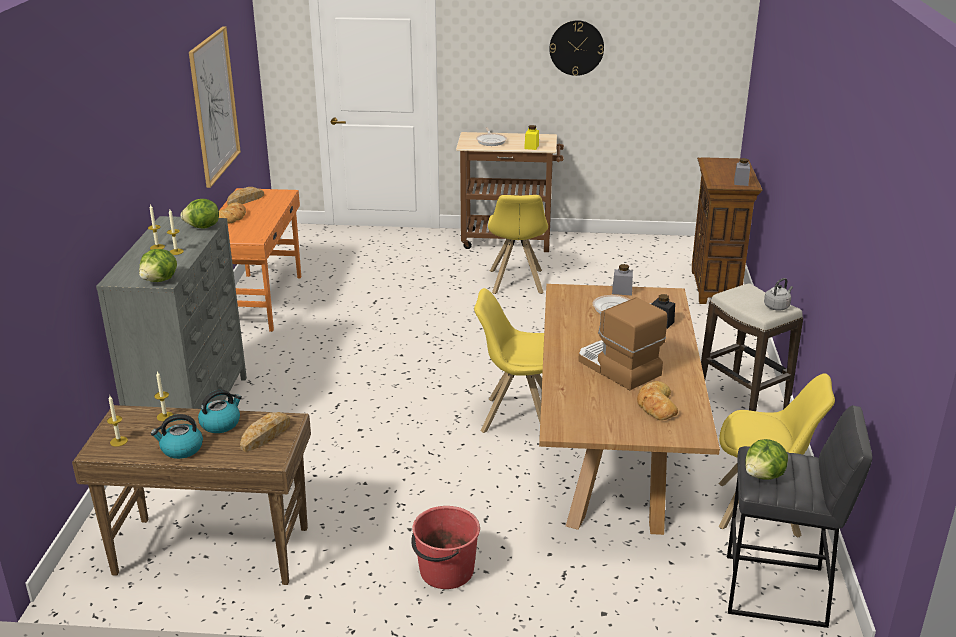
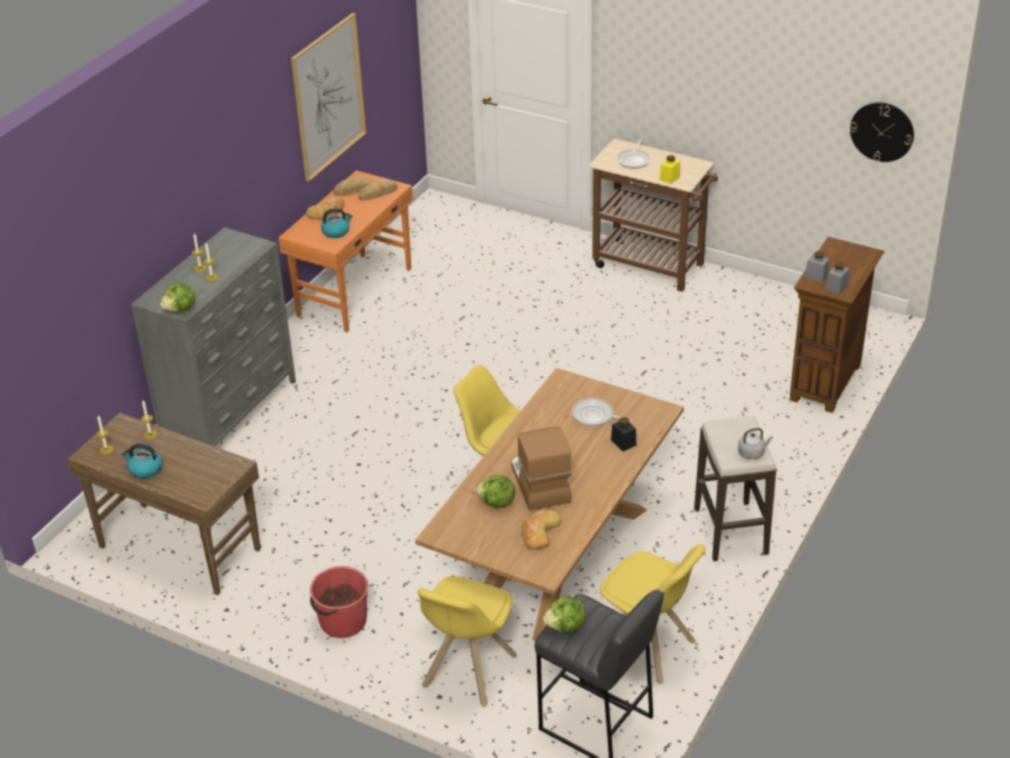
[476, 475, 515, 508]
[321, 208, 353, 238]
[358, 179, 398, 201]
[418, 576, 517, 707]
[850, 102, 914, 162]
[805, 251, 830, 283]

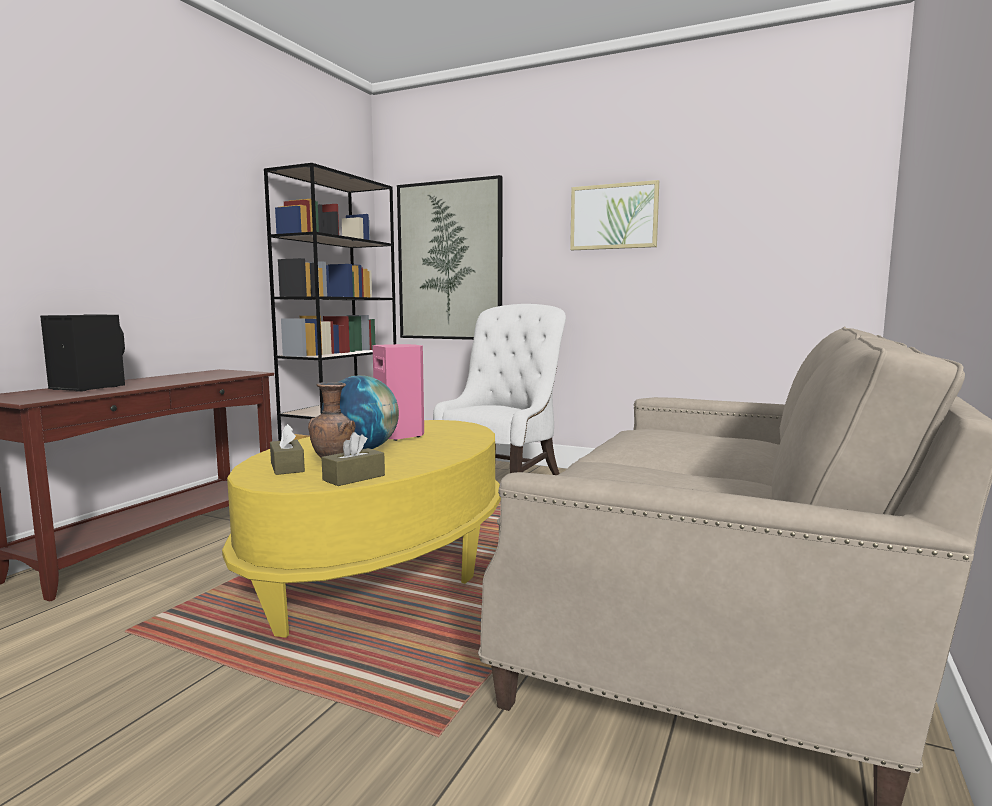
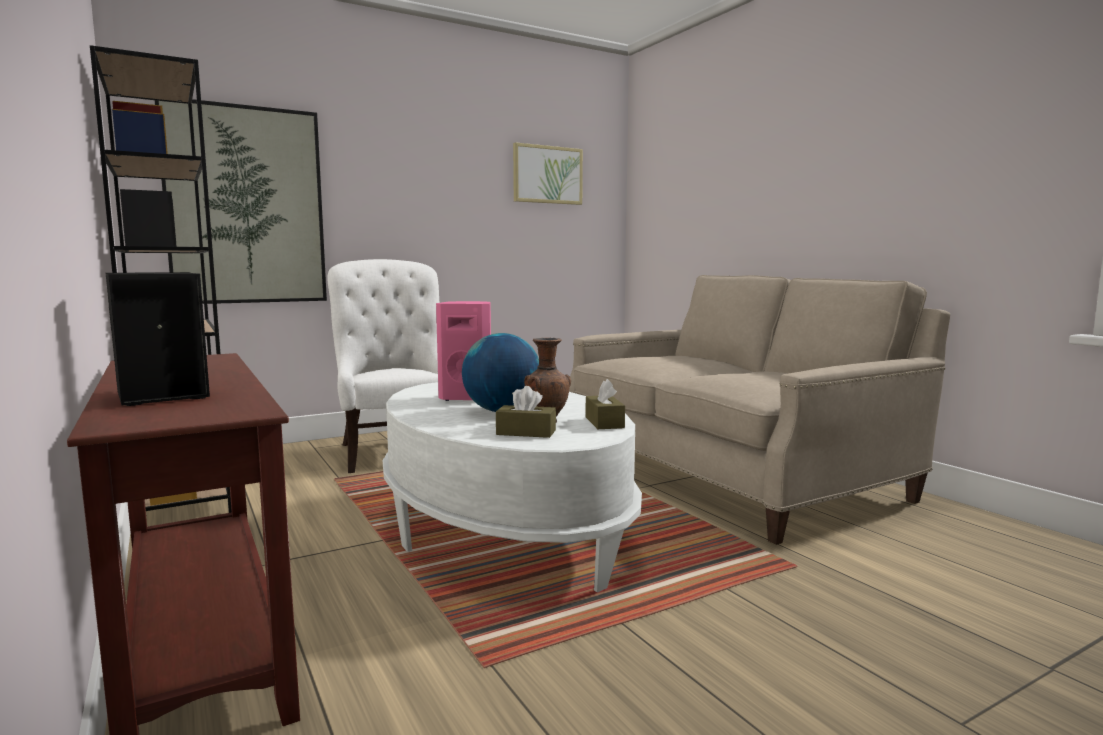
[513, 142, 583, 205]
[383, 382, 642, 592]

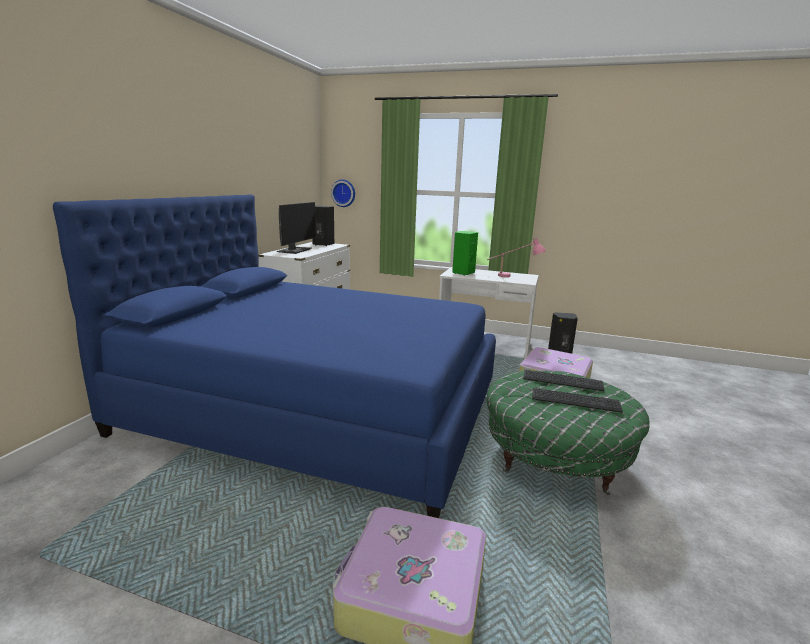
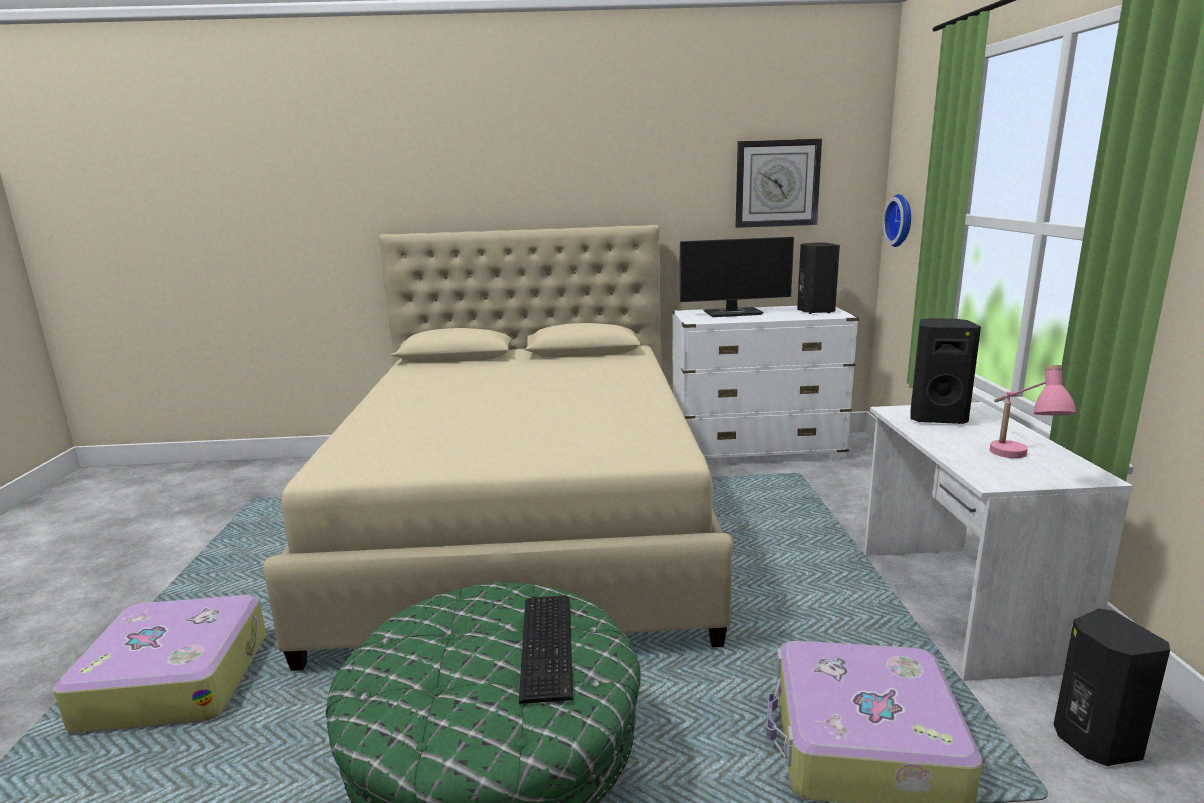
[533, 388, 623, 413] (first image)
[736, 139, 822, 228]
[263, 225, 734, 671]
[911, 318, 981, 424]

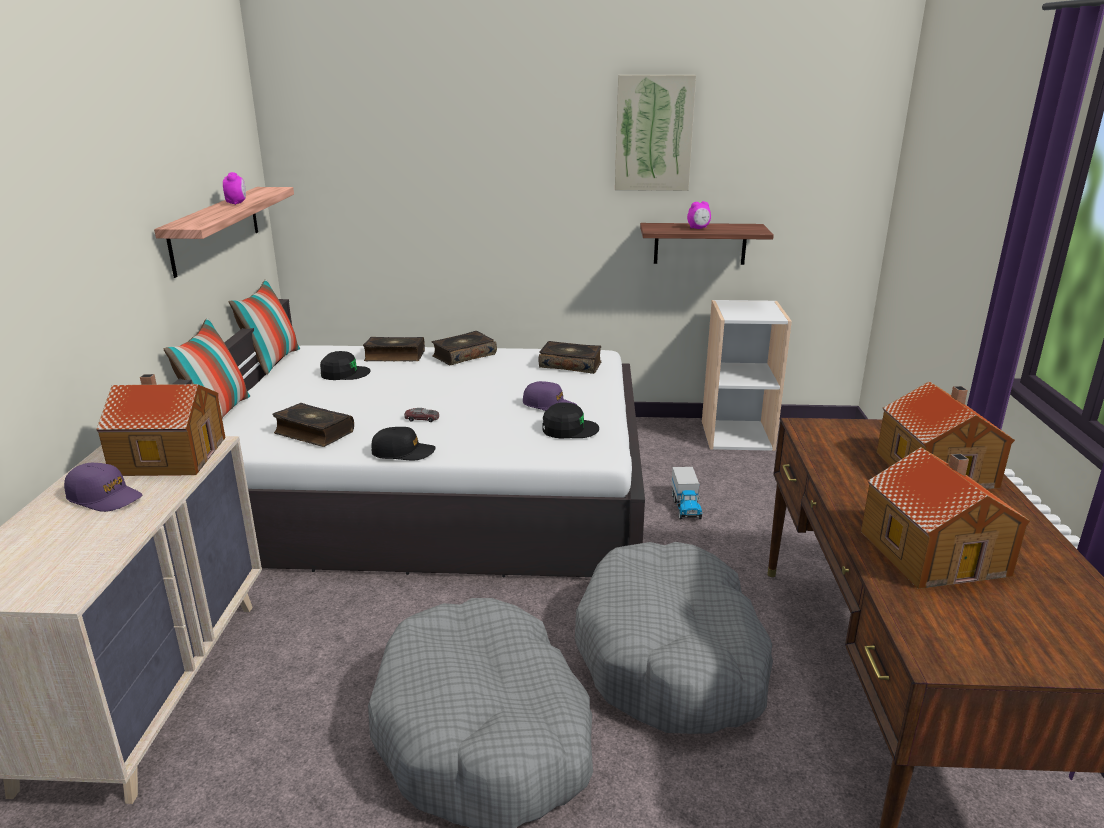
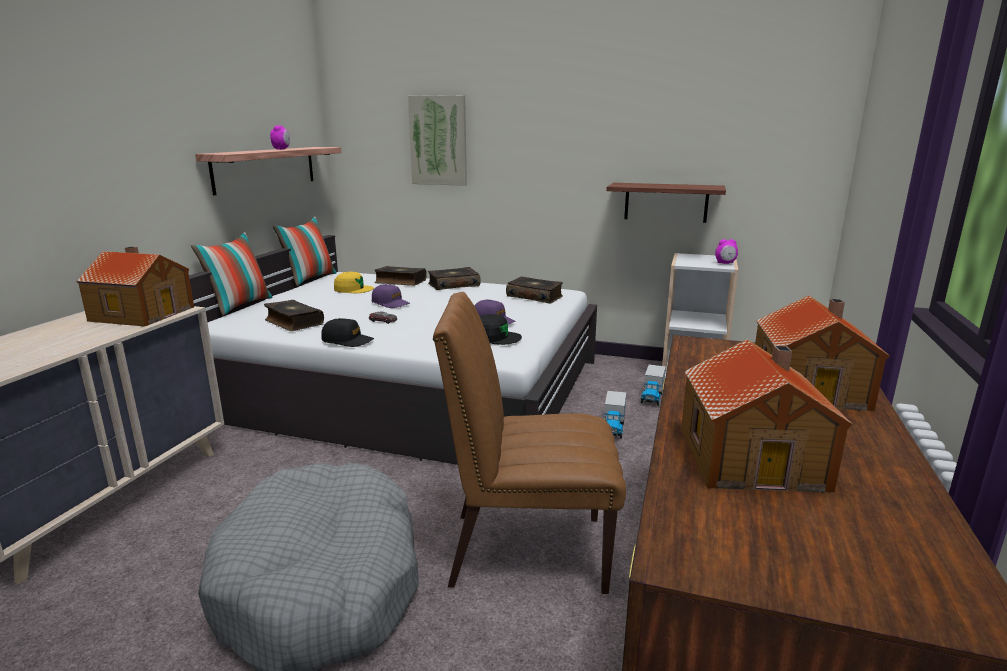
[641, 365, 666, 406]
[372, 284, 410, 308]
[408, 95, 467, 186]
[715, 239, 738, 264]
[433, 292, 626, 594]
[334, 272, 374, 293]

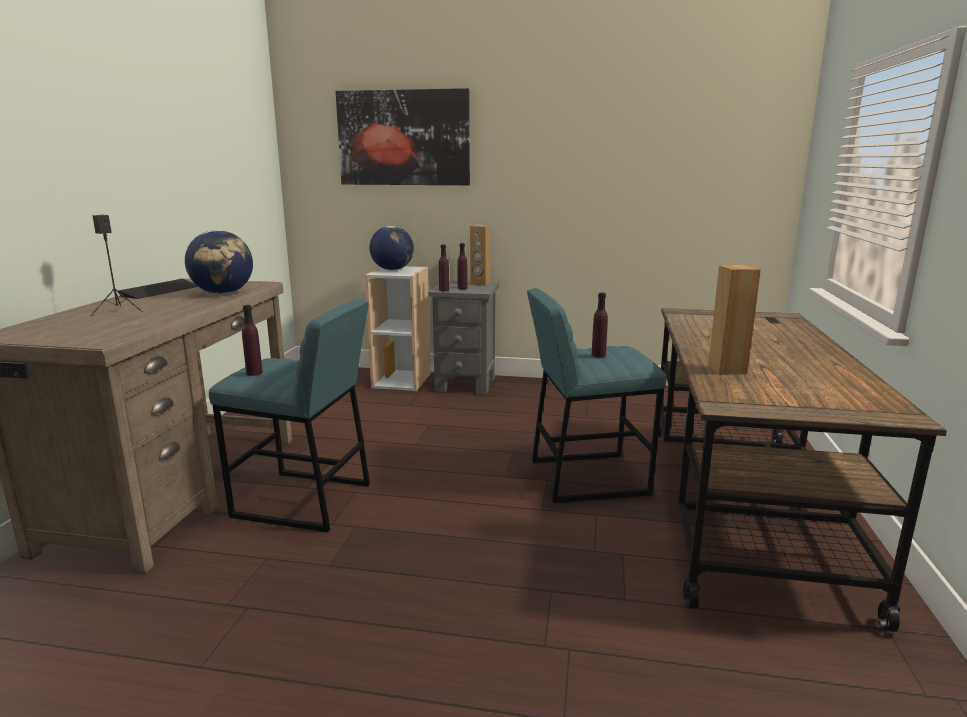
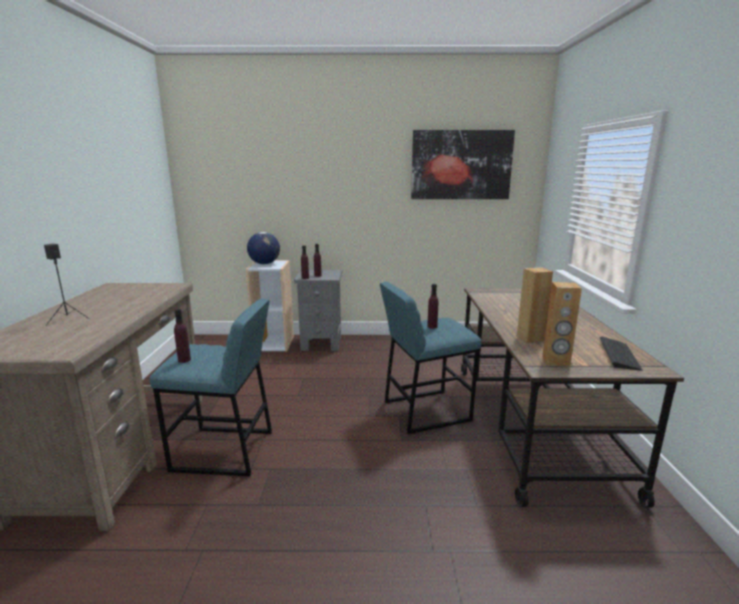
[185, 230, 253, 294] (first image)
[600, 337, 643, 371]
[411, 130, 515, 199]
[542, 282, 582, 367]

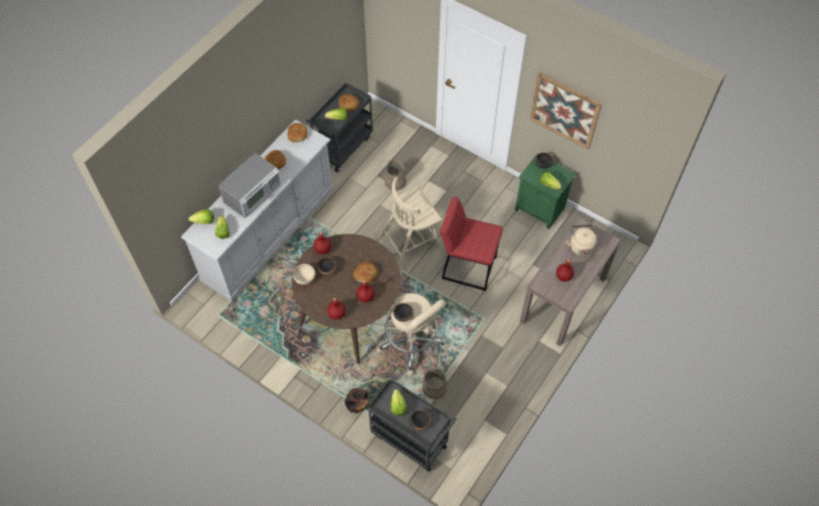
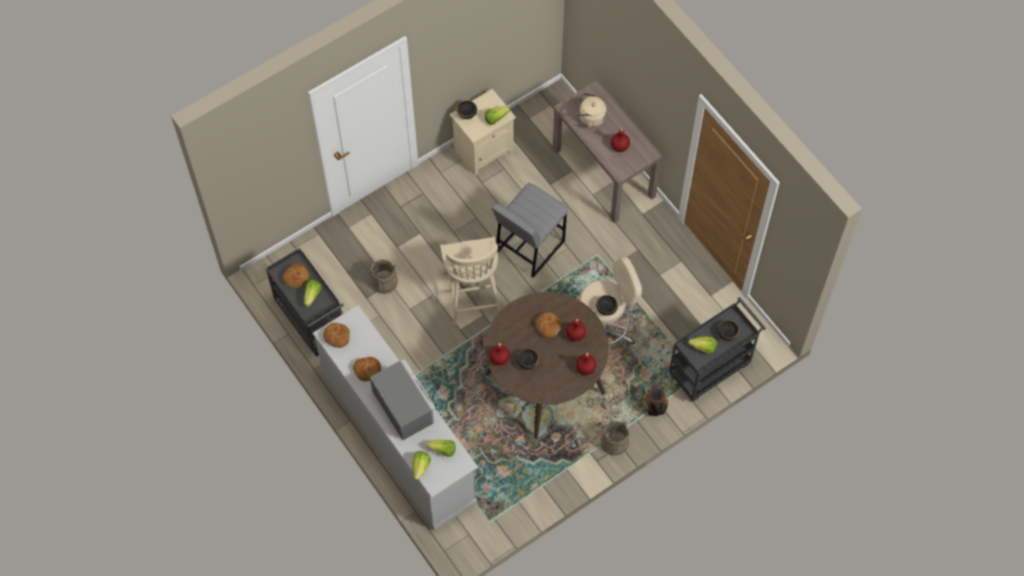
[293, 264, 315, 285] (first image)
[530, 72, 602, 150] (first image)
[601, 421, 629, 456]
[491, 183, 568, 278]
[450, 89, 516, 175]

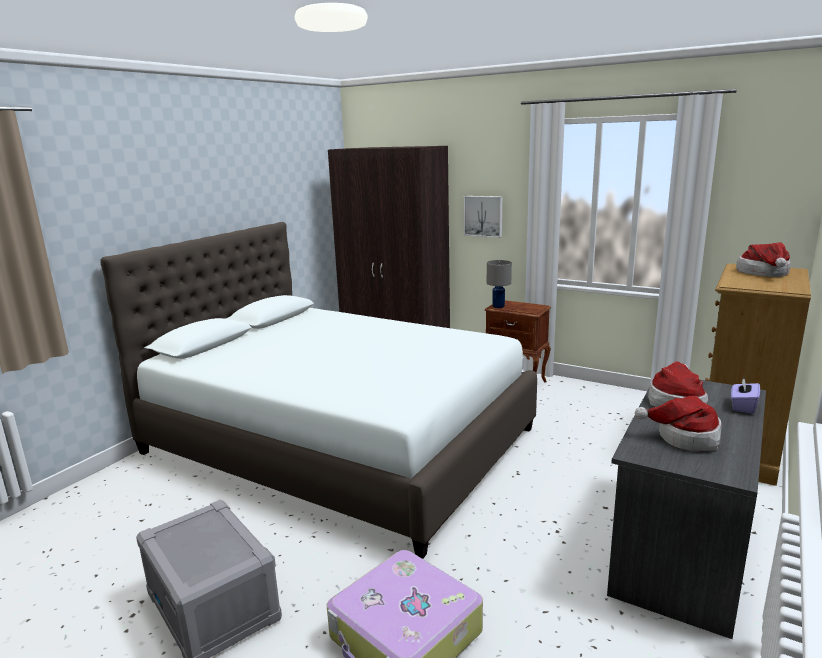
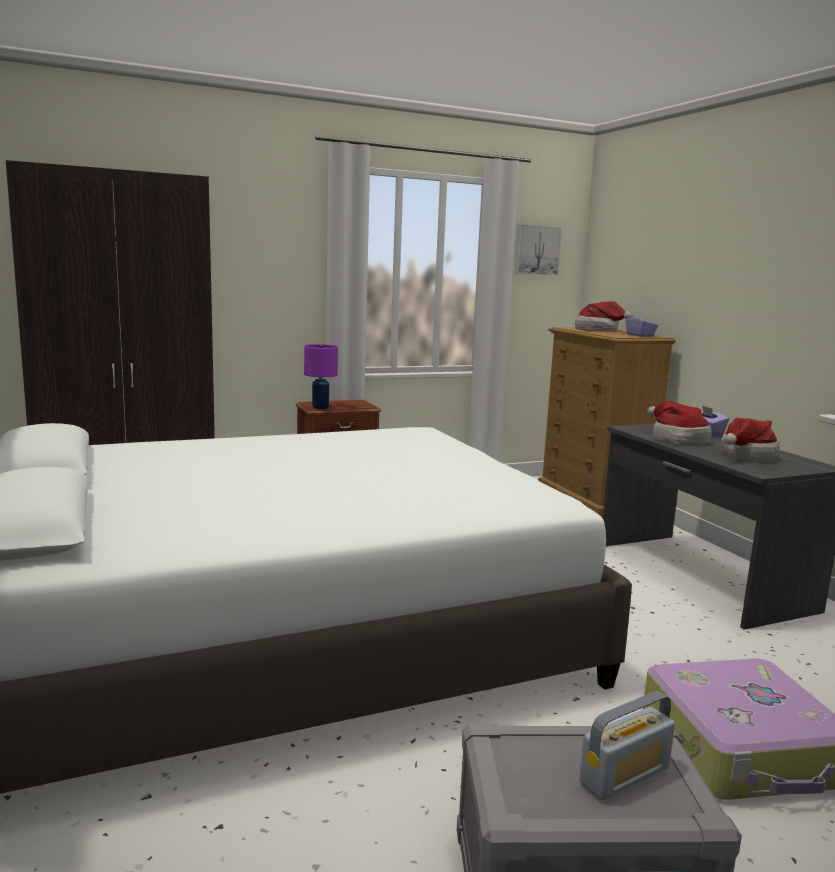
[579, 691, 675, 800]
[626, 312, 658, 337]
[514, 224, 563, 276]
[304, 344, 338, 409]

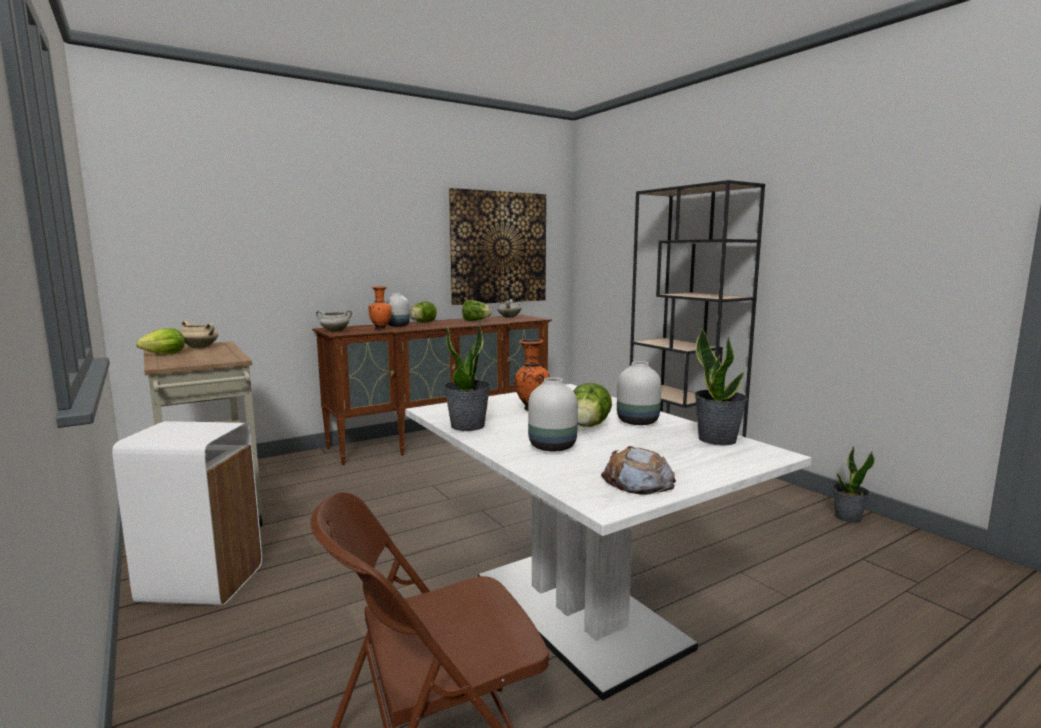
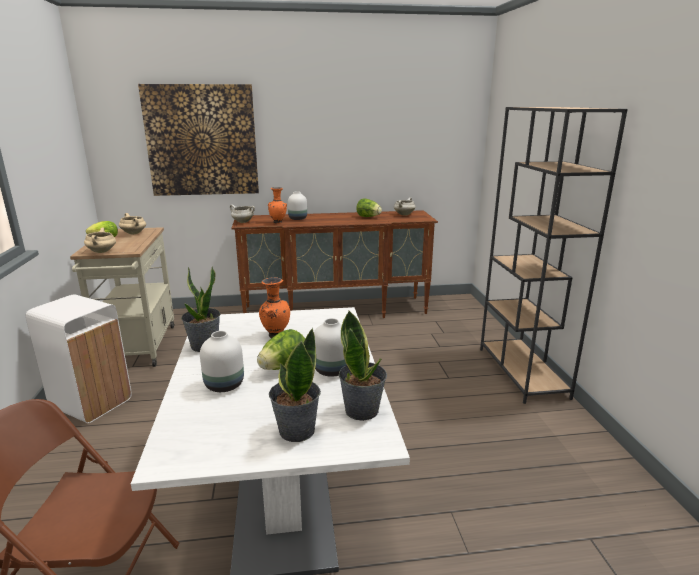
[410, 301, 437, 322] (first image)
[601, 446, 676, 495] (first image)
[84, 228, 116, 253]
[138, 84, 259, 196]
[269, 328, 321, 442]

